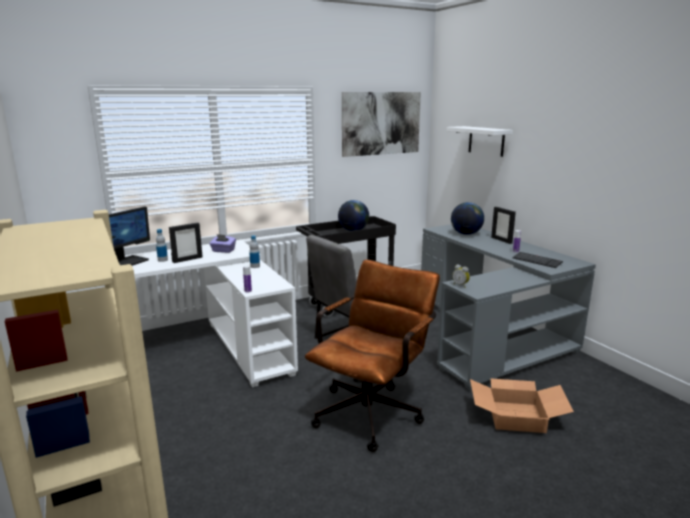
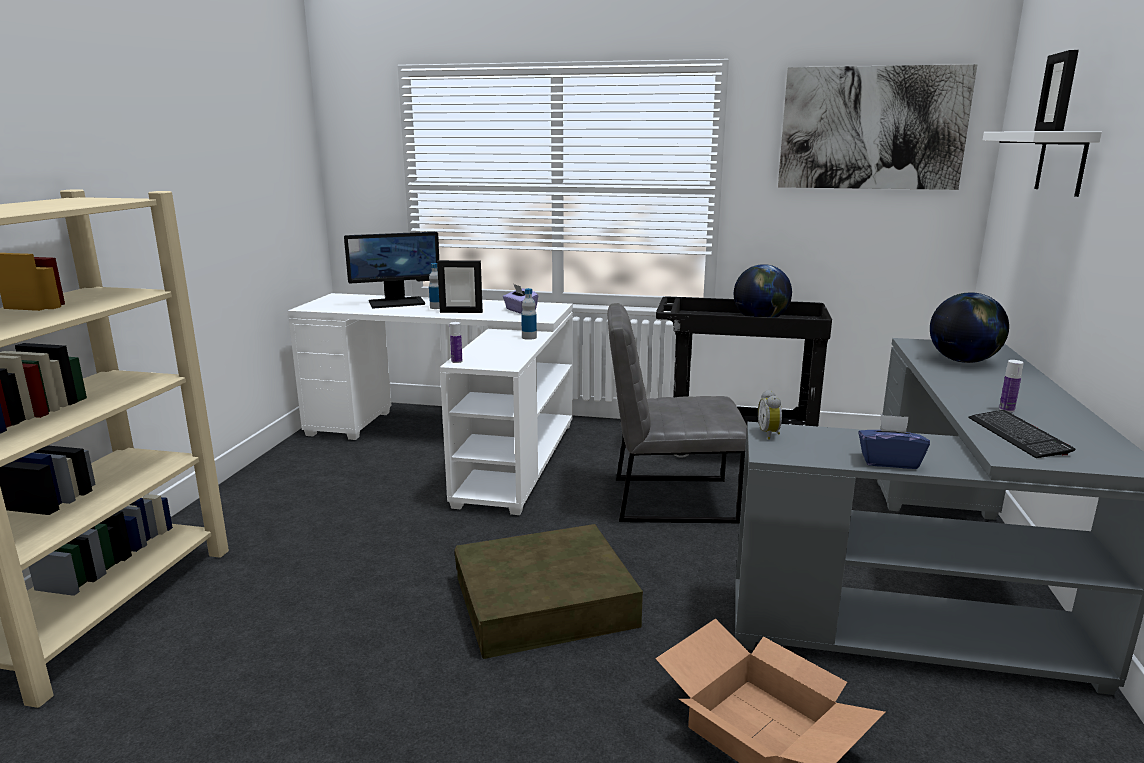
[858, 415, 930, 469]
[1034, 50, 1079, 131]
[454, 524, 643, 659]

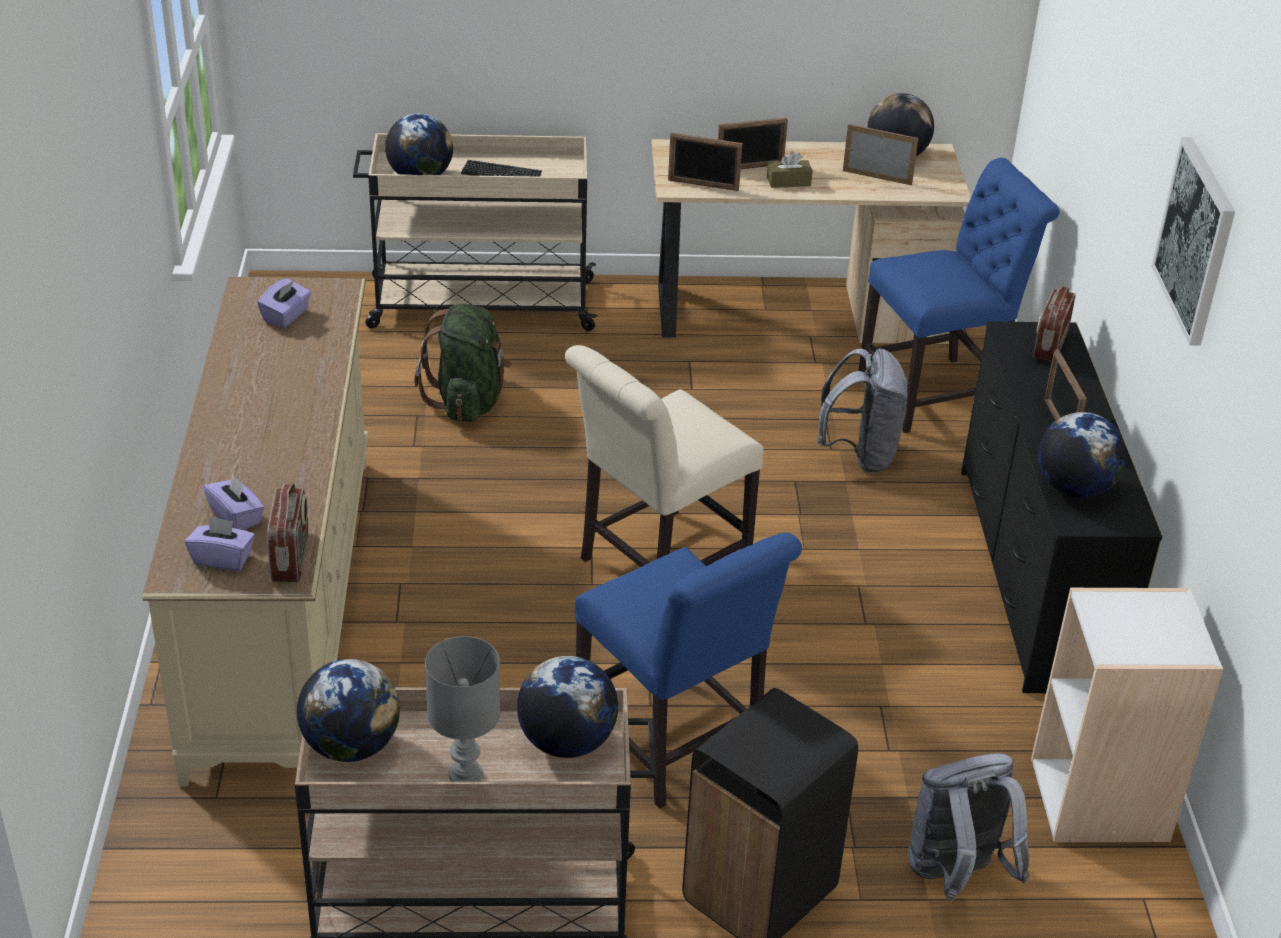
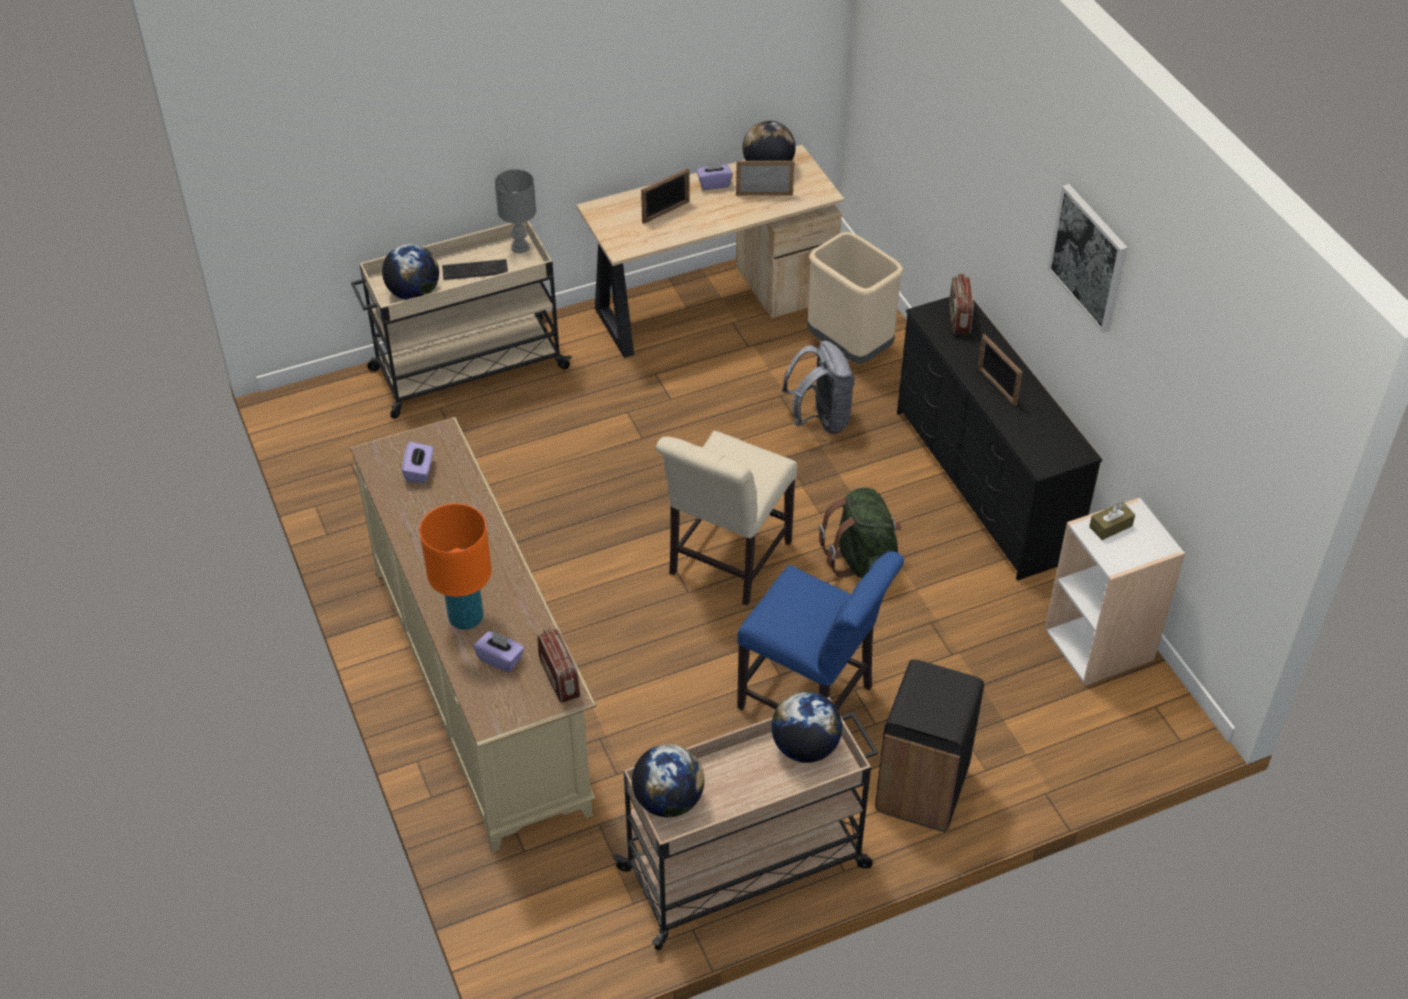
[668, 133, 743, 191] (first image)
[908, 753, 1030, 901] (first image)
[1038, 412, 1126, 498] (first image)
[419, 503, 492, 630]
[696, 160, 733, 190]
[819, 488, 902, 578]
[495, 169, 536, 253]
[1089, 502, 1135, 540]
[807, 232, 904, 364]

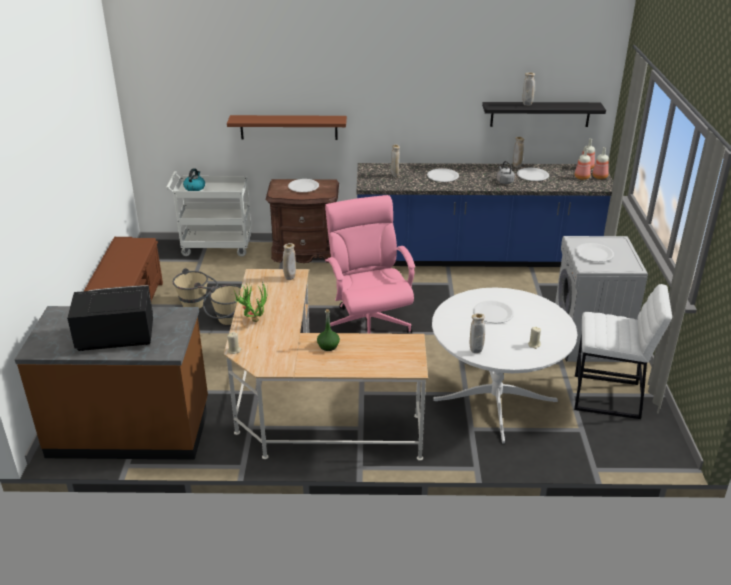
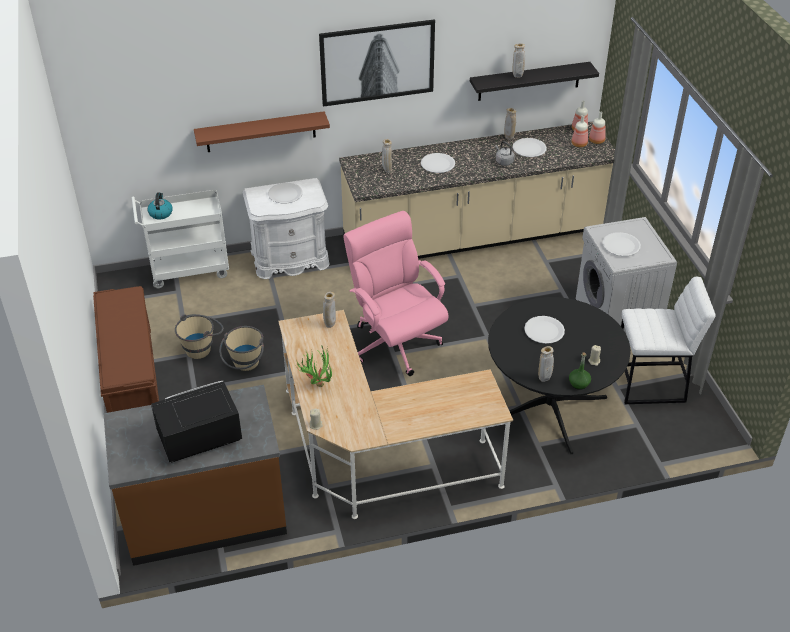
[319, 20, 435, 107]
[569, 352, 591, 390]
[242, 178, 330, 279]
[339, 121, 615, 259]
[488, 297, 631, 454]

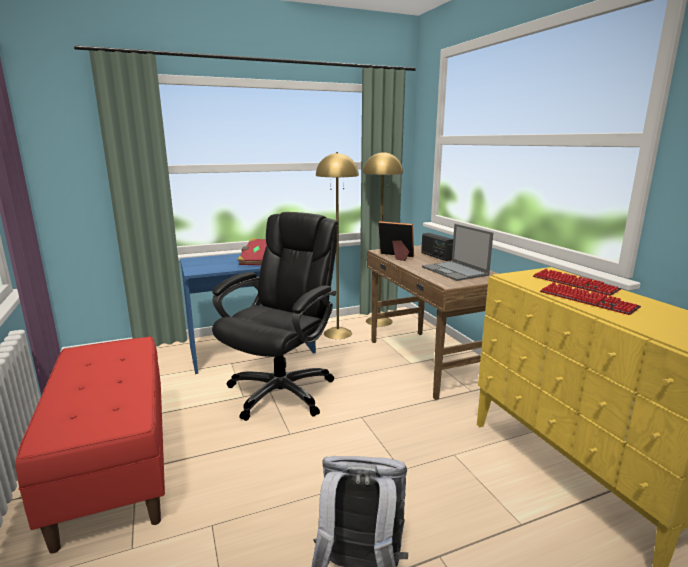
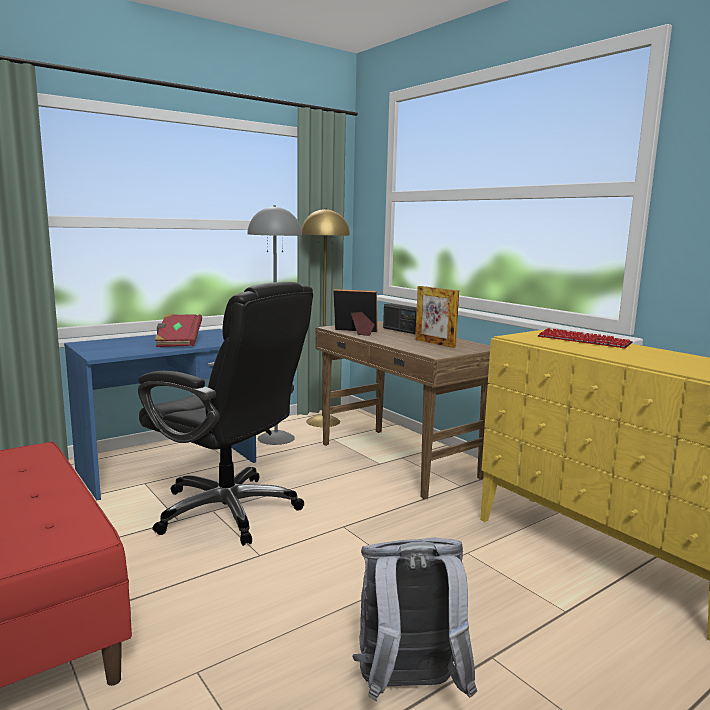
[540, 282, 641, 315] (first image)
[415, 286, 459, 348]
[247, 205, 302, 445]
[138, 282, 313, 546]

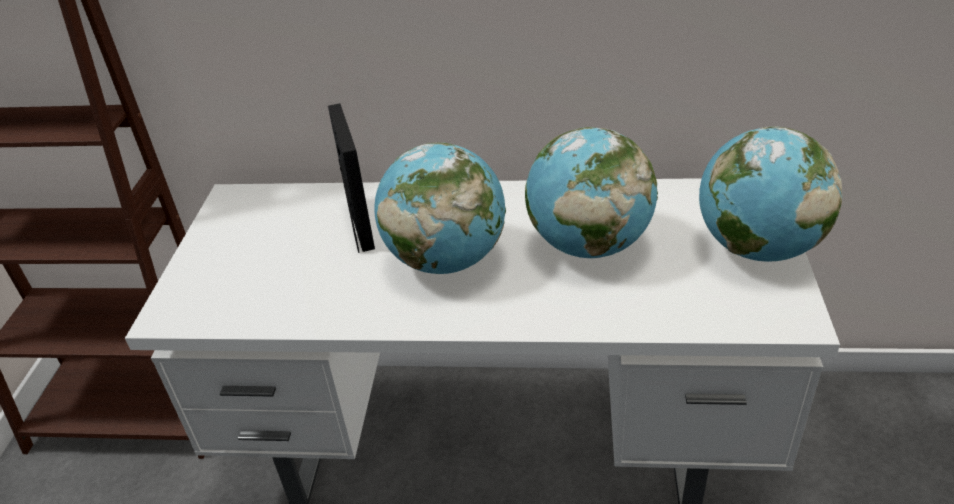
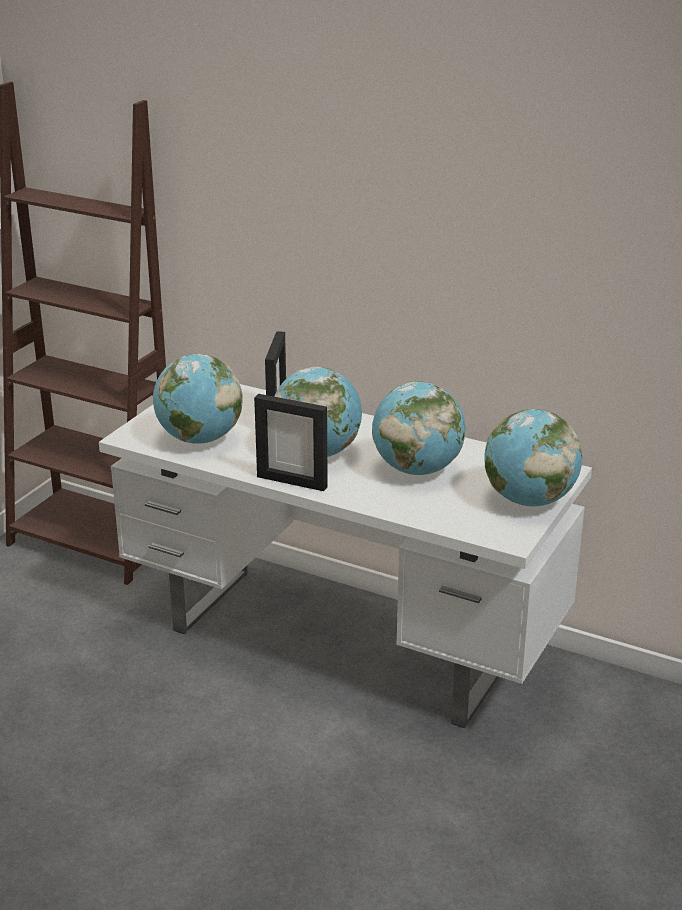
[153, 354, 243, 444]
[254, 394, 328, 491]

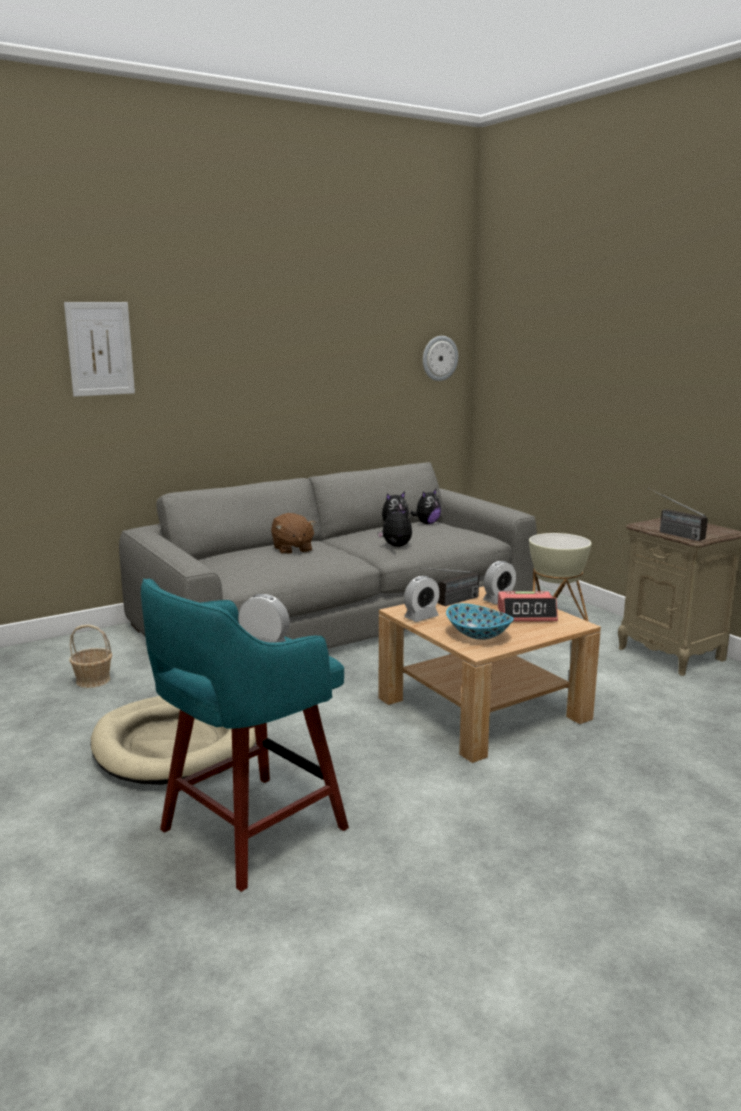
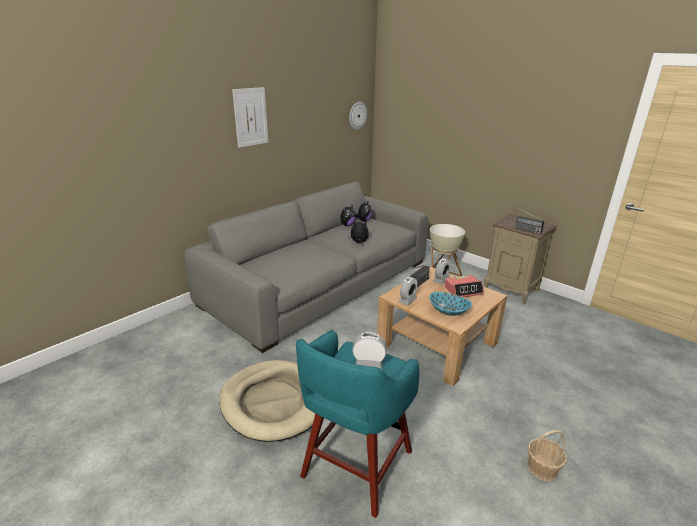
[271, 513, 316, 554] (first image)
[232, 87, 268, 148]
[527, 430, 567, 481]

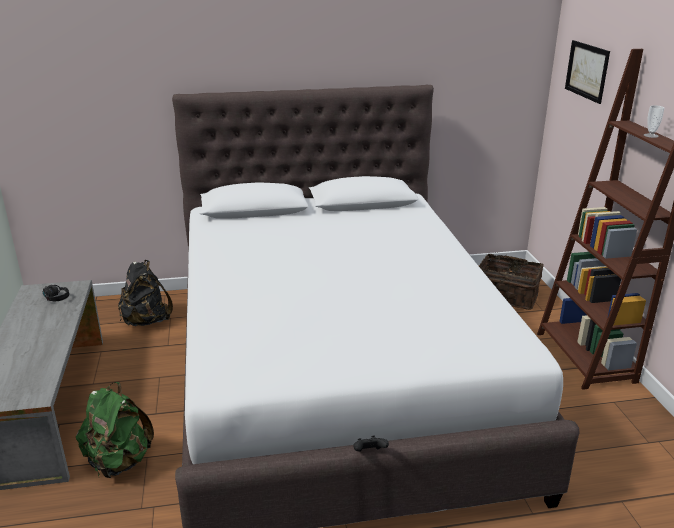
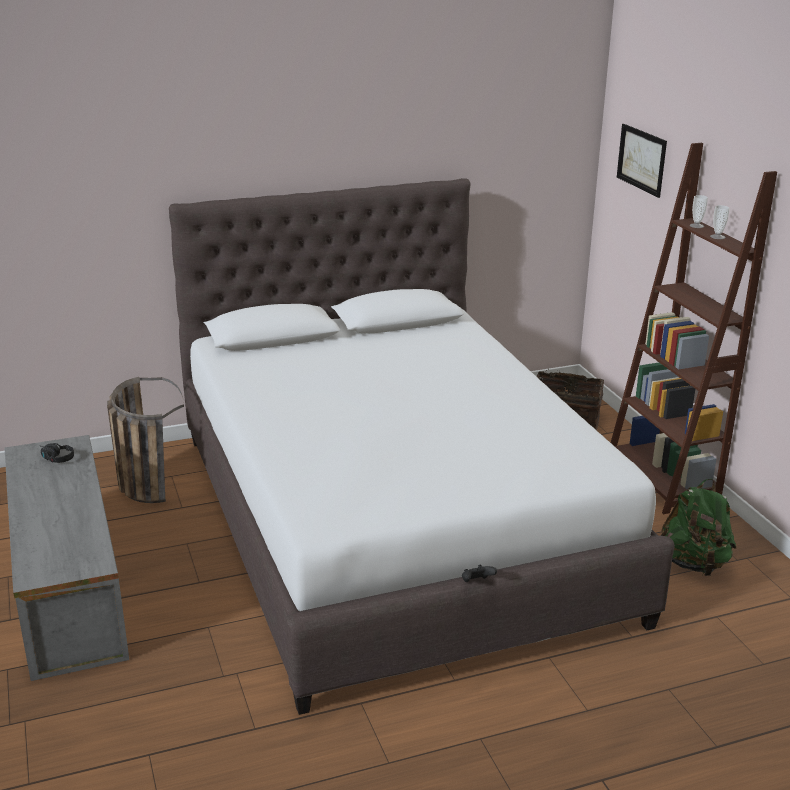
[690, 195, 708, 228]
[661, 479, 736, 576]
[107, 377, 184, 503]

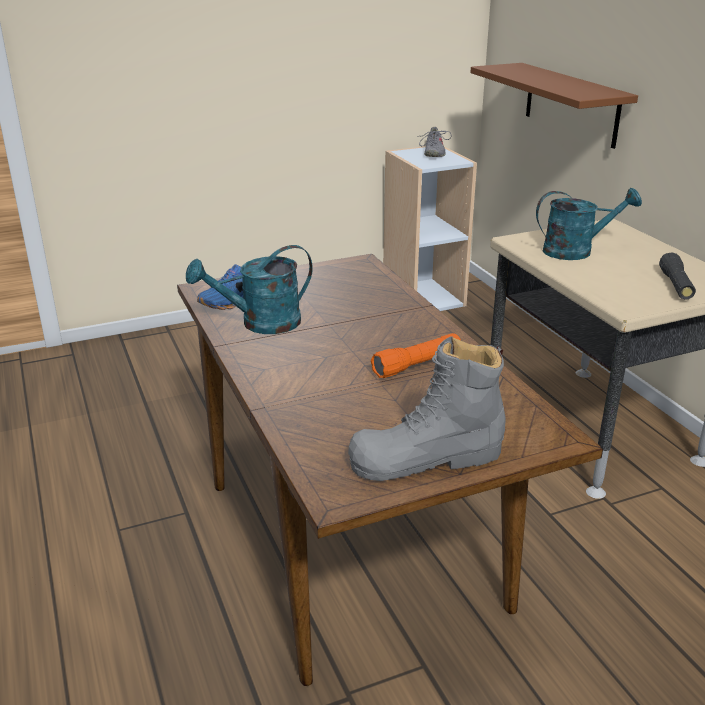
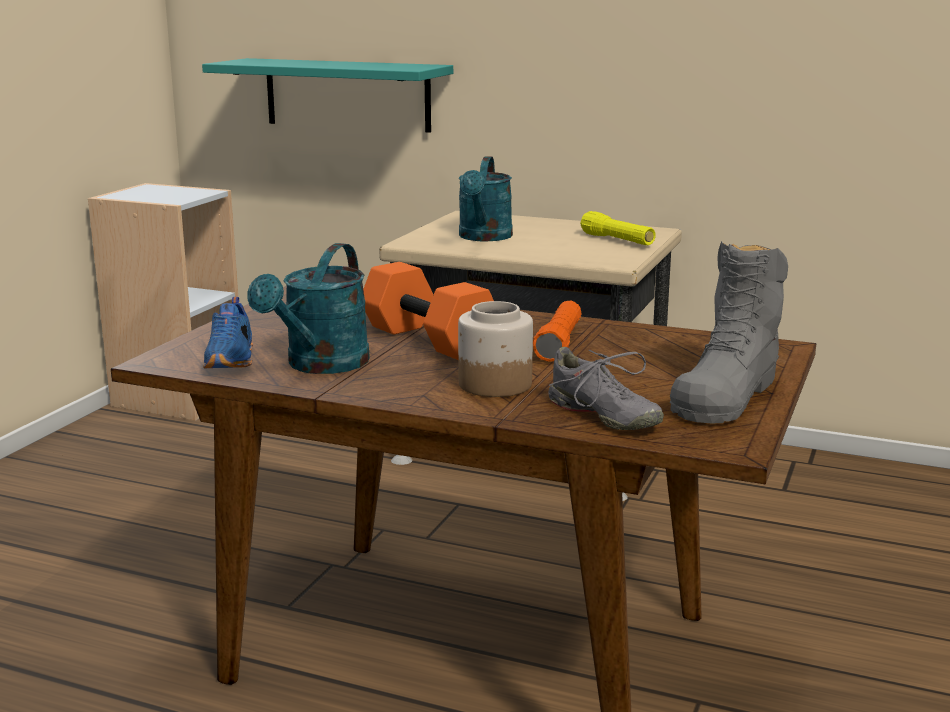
[363, 262, 494, 360]
[458, 301, 533, 397]
[549, 347, 664, 430]
[202, 58, 453, 133]
[580, 211, 656, 245]
[458, 156, 513, 241]

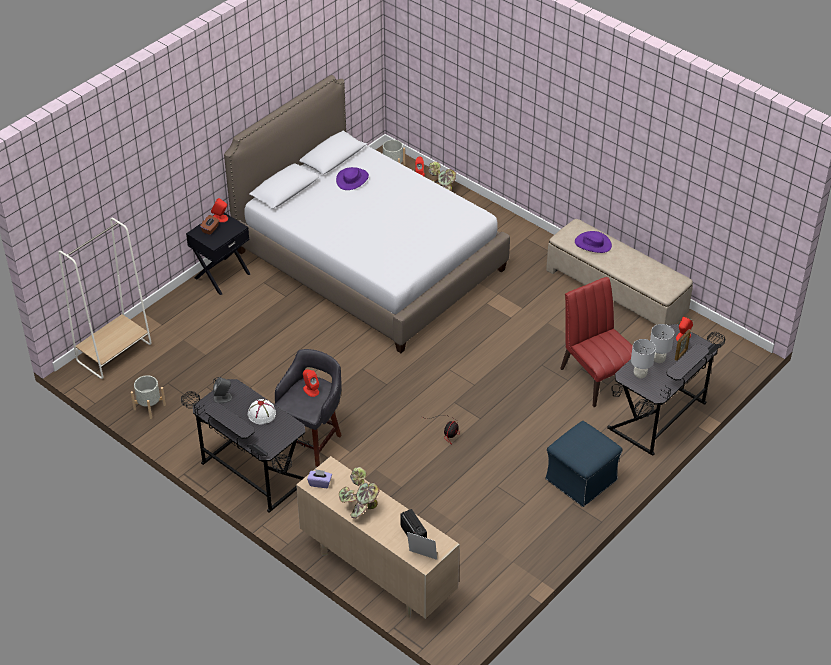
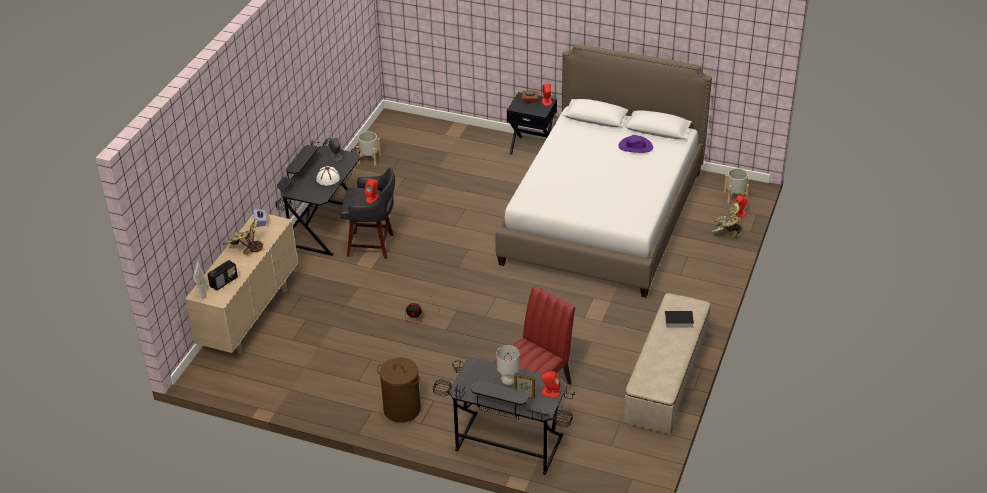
[58, 218, 152, 379] (first image)
[631, 339, 656, 378] (first image)
[377, 357, 421, 423]
[659, 311, 694, 328]

